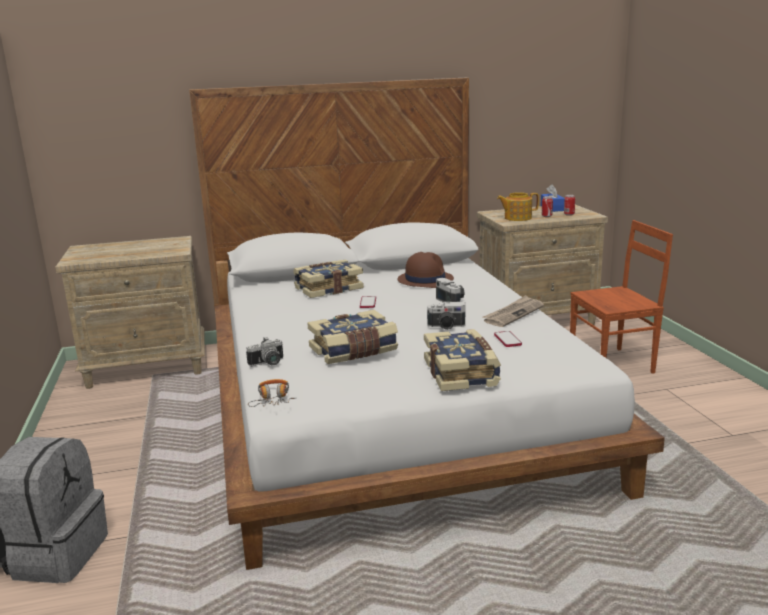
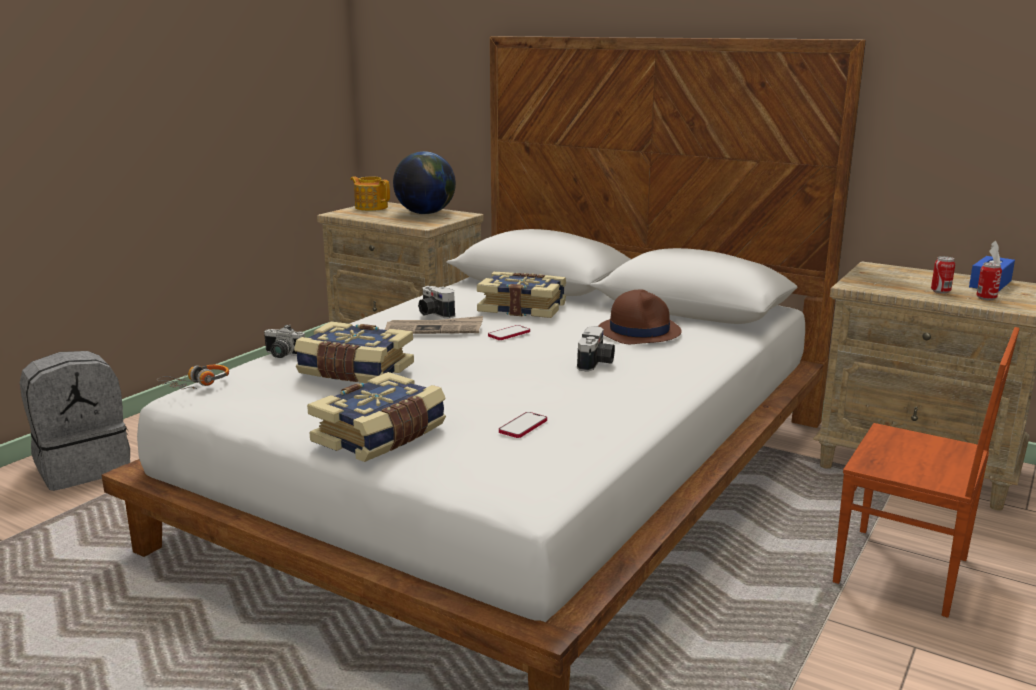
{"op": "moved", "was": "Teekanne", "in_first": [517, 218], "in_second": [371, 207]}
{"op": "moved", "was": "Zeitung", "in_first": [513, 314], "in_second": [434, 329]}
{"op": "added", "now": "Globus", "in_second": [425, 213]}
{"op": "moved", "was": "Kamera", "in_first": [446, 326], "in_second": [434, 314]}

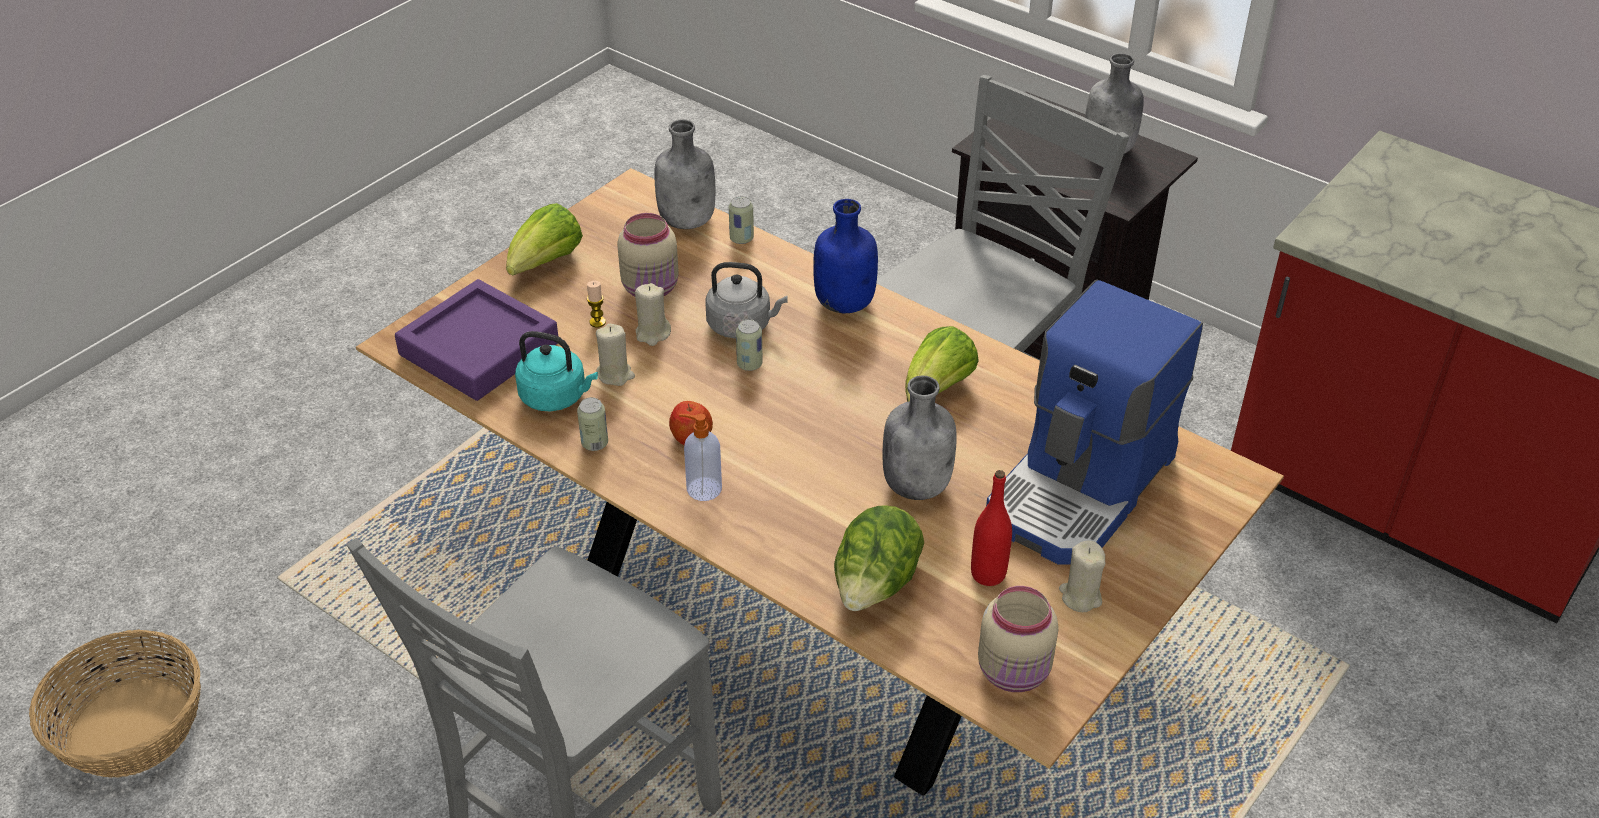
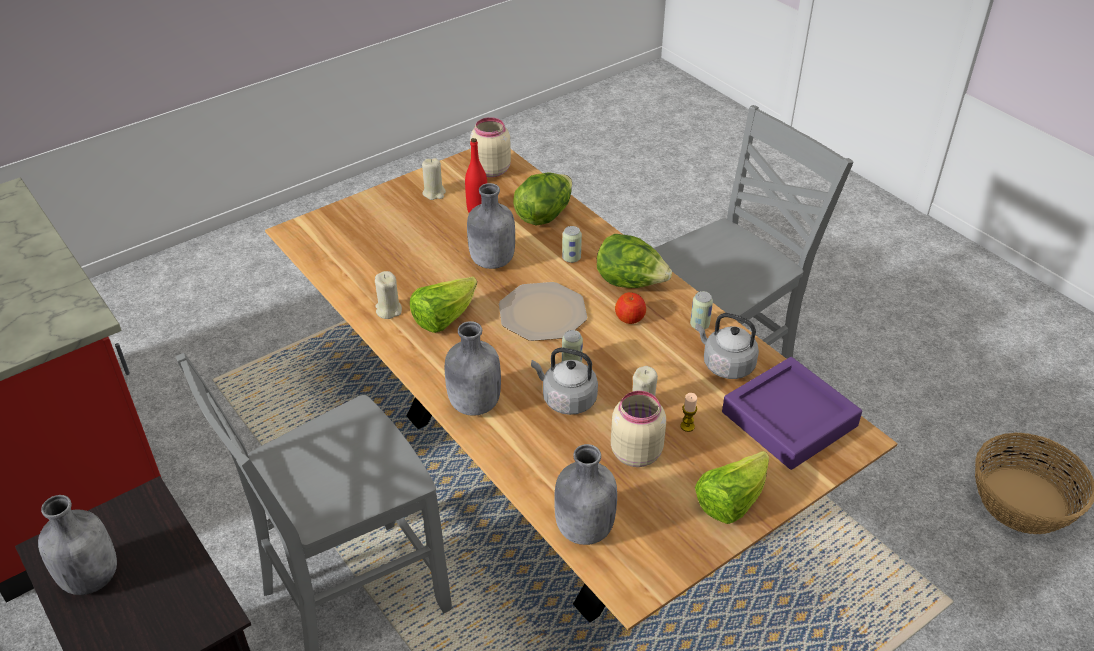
{"op": "moved", "was": "Kerze (beige)", "in_first": [615, 374], "in_second": [388, 310]}
{"op": "recoloured", "was": "Flasche (blau)", "now": "Flasche (grau)", "in_first": [845, 303], "in_second": [473, 404]}
{"op": "added", "now": "Teller", "in_second": [543, 313]}
{"op": "moved", "was": "Dose", "in_first": [741, 239], "in_second": [571, 258]}
{"op": "replaced", "was": "Seifenspender", "now": "Salatkopf", "in_first": [702, 488], "in_second": [630, 283]}
{"op": "recoloured", "was": "Wasserkessel (türkis)", "now": "Wasserkessel (grau)", "in_first": [556, 397], "in_second": [725, 365]}
{"op": "removed", "was": "Kaffeemaschine", "in_first": [1082, 489]}

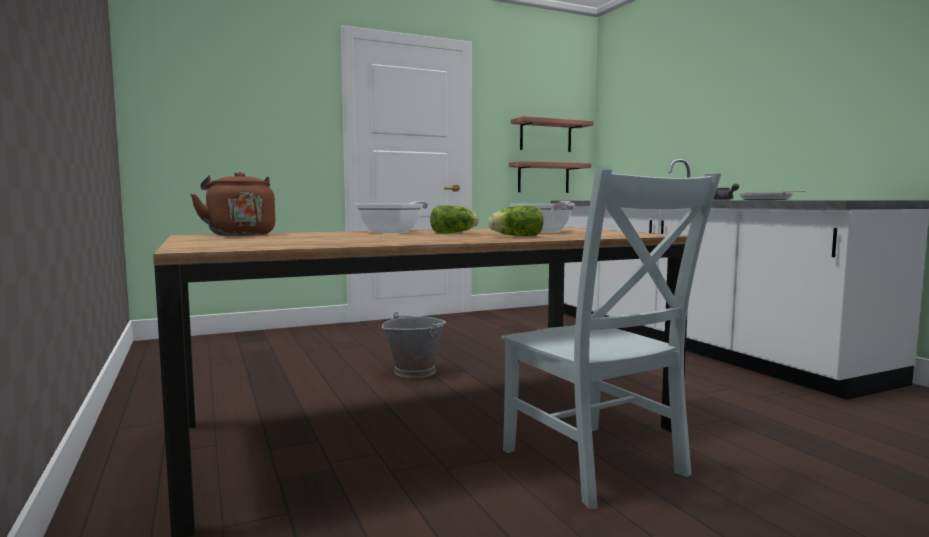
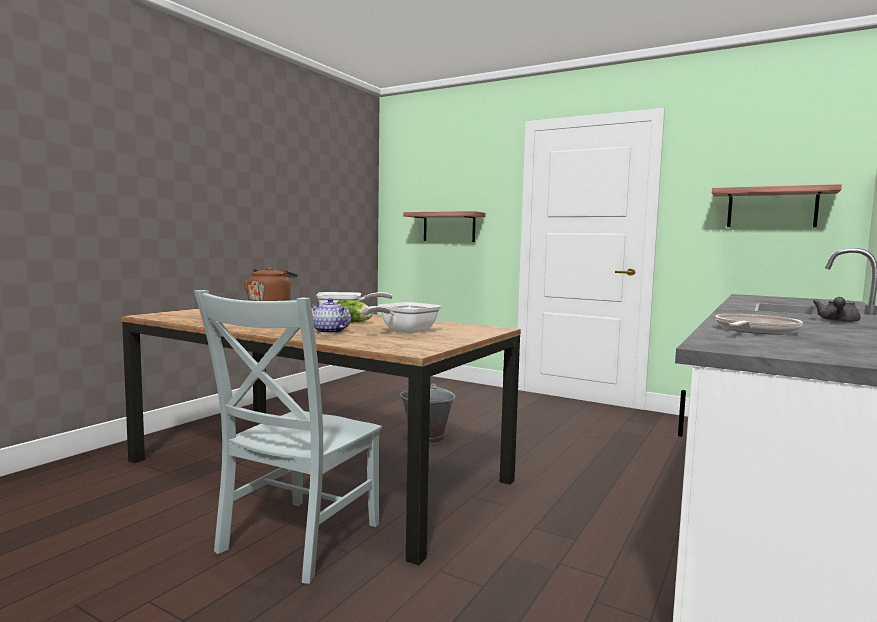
{"op": "replaced", "was": "Salatkopf", "now": "Teekanne", "in_first": [515, 236], "in_second": [330, 332]}
{"op": "moved", "was": "Wandregal", "in_first": [543, 178], "in_second": [449, 227]}

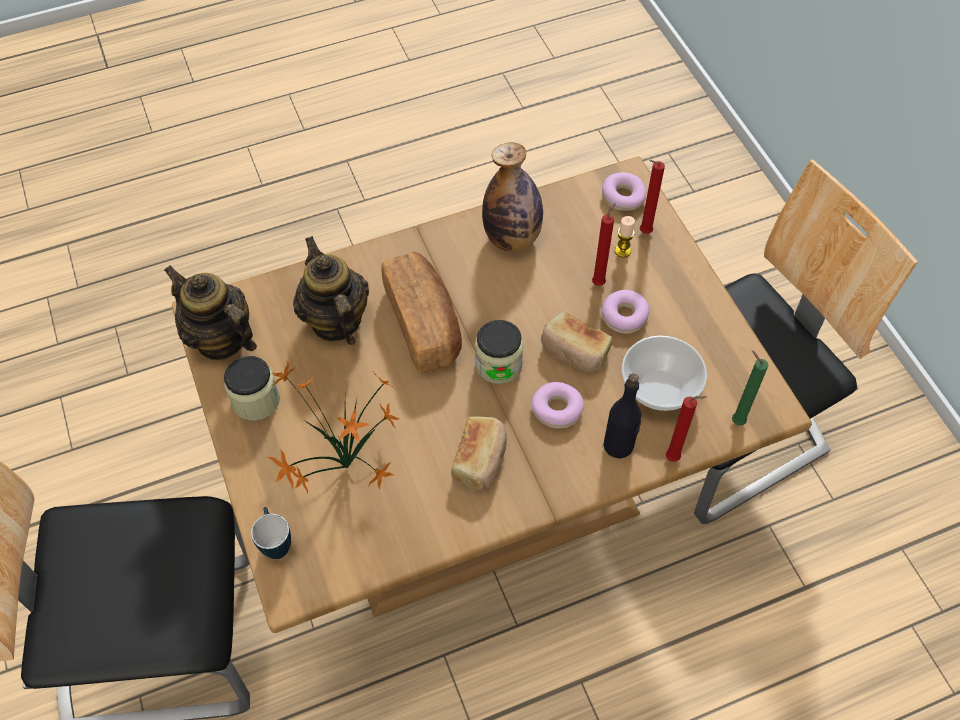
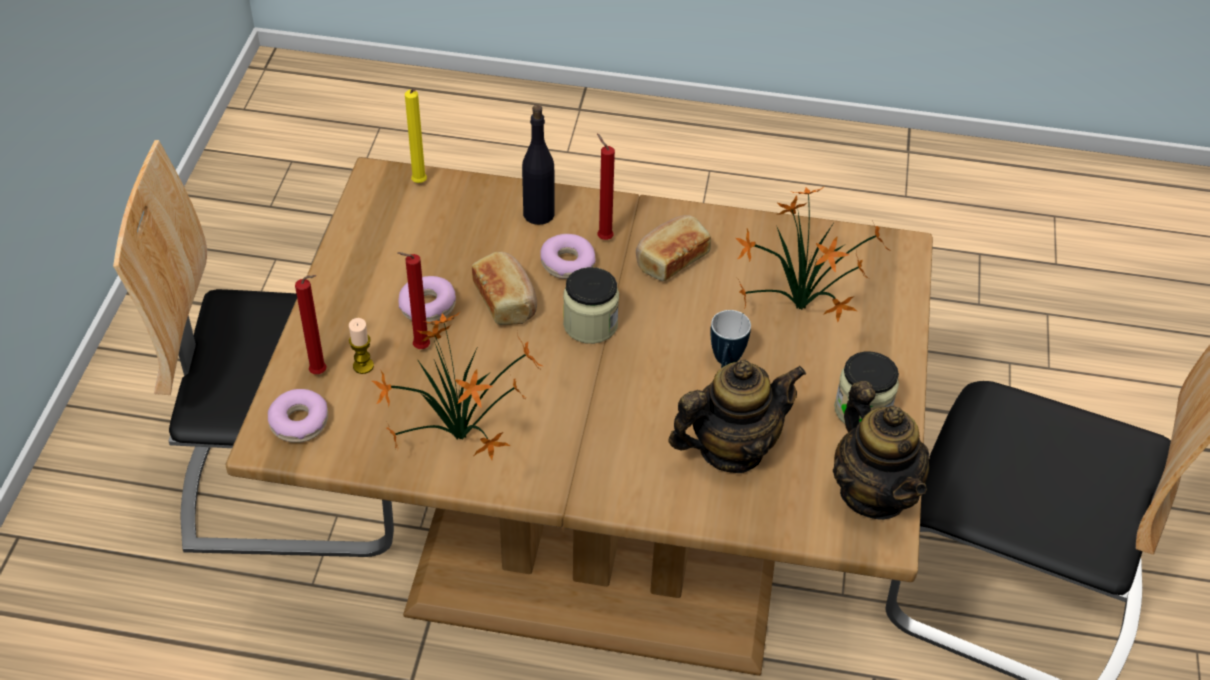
{"op": "replaced", "was": "Flasche", "now": "Topfpflanze", "in_first": [512, 238], "in_second": [466, 440]}
{"op": "recoloured", "was": "Kerze (grün)", "now": "Kerze (gelb)", "in_first": [735, 420], "in_second": [420, 184]}
{"op": "moved", "was": "Kerze (rot)", "in_first": [675, 458], "in_second": [603, 237]}
{"op": "turned", "was": "Teekanne", "in_first": [335, 321], "in_second": [731, 449], "clockwise": -120}
{"op": "moved", "was": "Henkelbecher", "in_first": [276, 542], "in_second": [725, 363]}
{"op": "removed", "was": "Brot", "in_first": [424, 323]}
{"op": "removed", "was": "Schüssel", "in_first": [660, 390]}

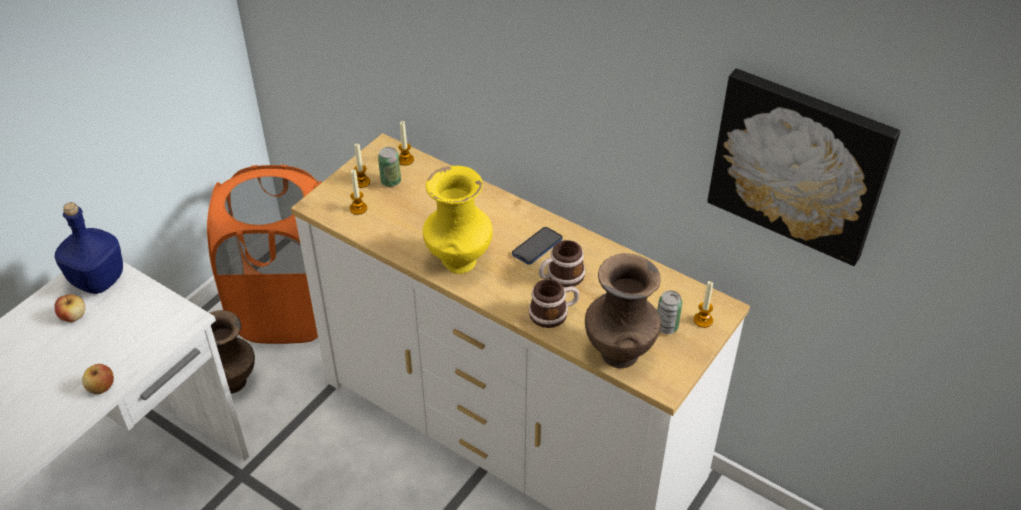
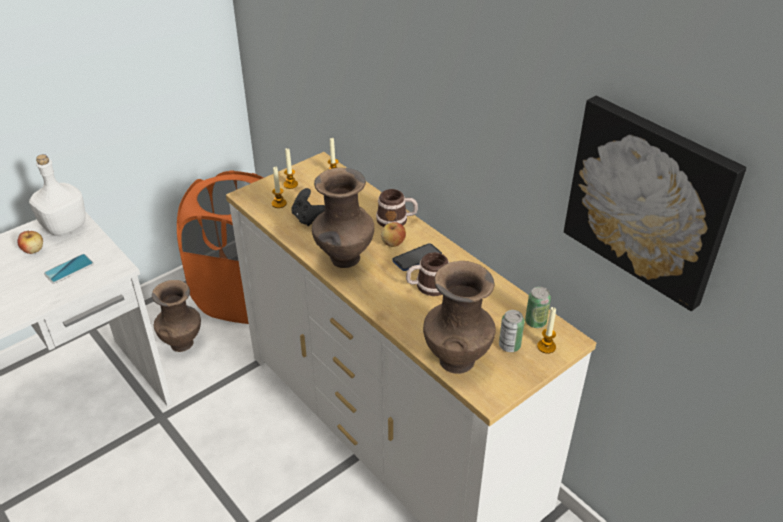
{"op": "recoloured", "was": "Flasche (blau)", "now": "Flasche (weiß)", "in_first": [97, 279], "in_second": [64, 226]}
{"op": "added", "now": "Handy", "in_second": [69, 269]}
{"op": "added", "now": "Gamepad (schwarz)", "in_second": [308, 218]}
{"op": "recoloured", "was": "Vase (gelb)", "now": "Vase (braun)", "in_first": [459, 263], "in_second": [344, 259]}
{"op": "moved", "was": "Henkelbecher", "in_first": [553, 313], "in_second": [396, 220]}
{"op": "moved", "was": "Apfel", "in_first": [101, 387], "in_second": [393, 243]}
{"op": "moved", "was": "Dose", "in_first": [391, 181], "in_second": [535, 322]}

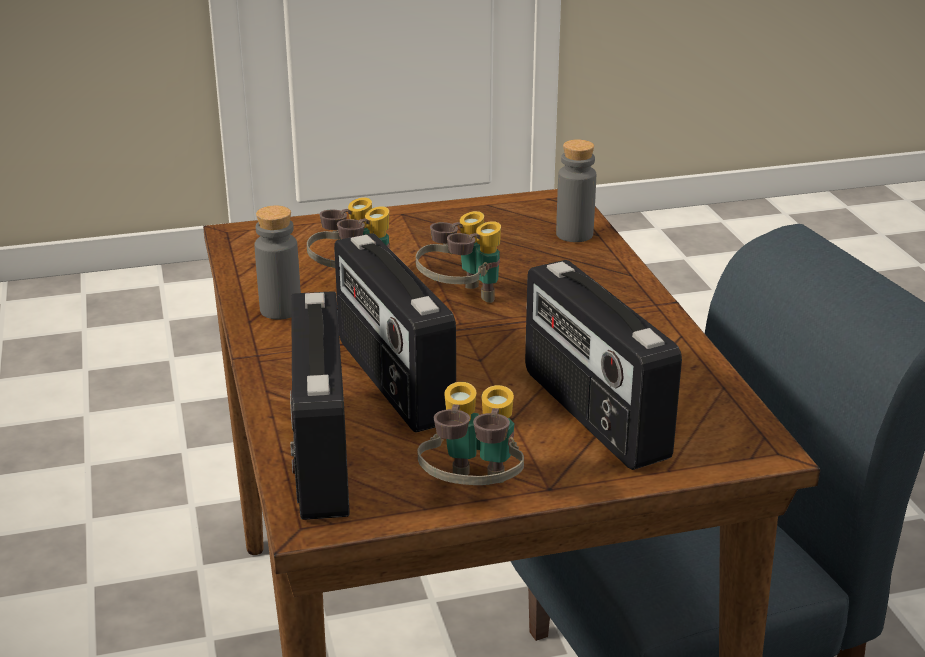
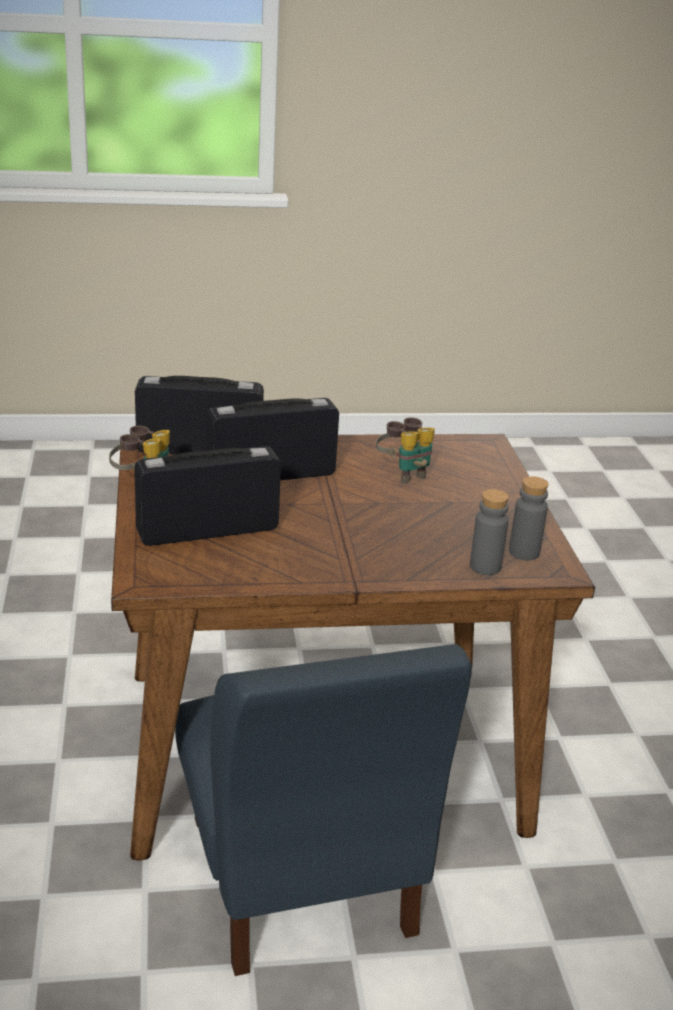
{"op": "moved", "was": "Flasche (grau)", "in_first": [280, 310], "in_second": [524, 552]}
{"op": "removed", "was": "Fernglas", "in_first": [461, 300]}

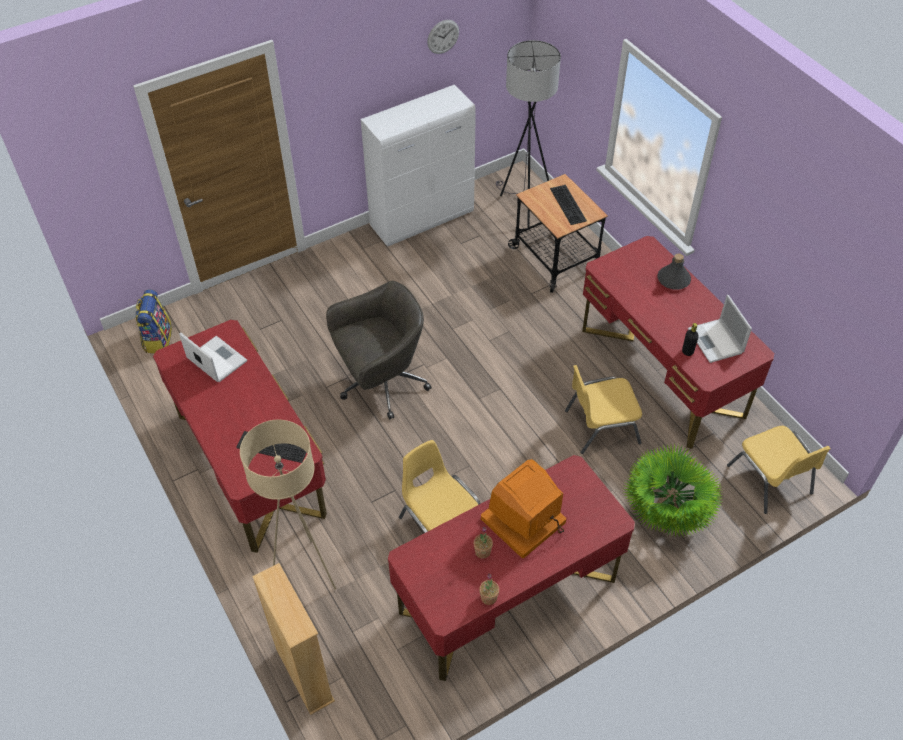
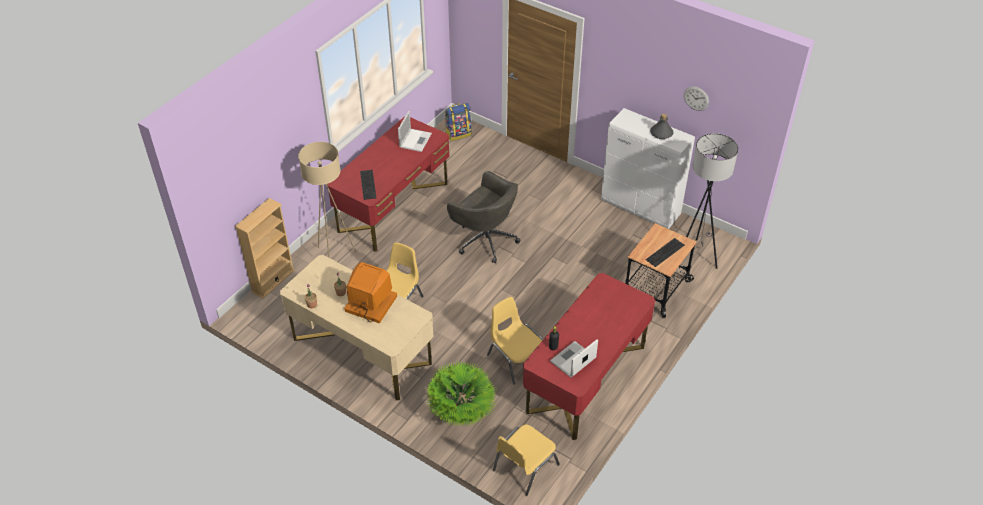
{"op": "recoloured", "was": "Schreibtisch (rot)", "now": "Schreibtisch (beige)", "in_first": [508, 595], "in_second": [362, 351]}
{"op": "moved", "was": "Flasche (grau)", "in_first": [673, 280], "in_second": [661, 133]}

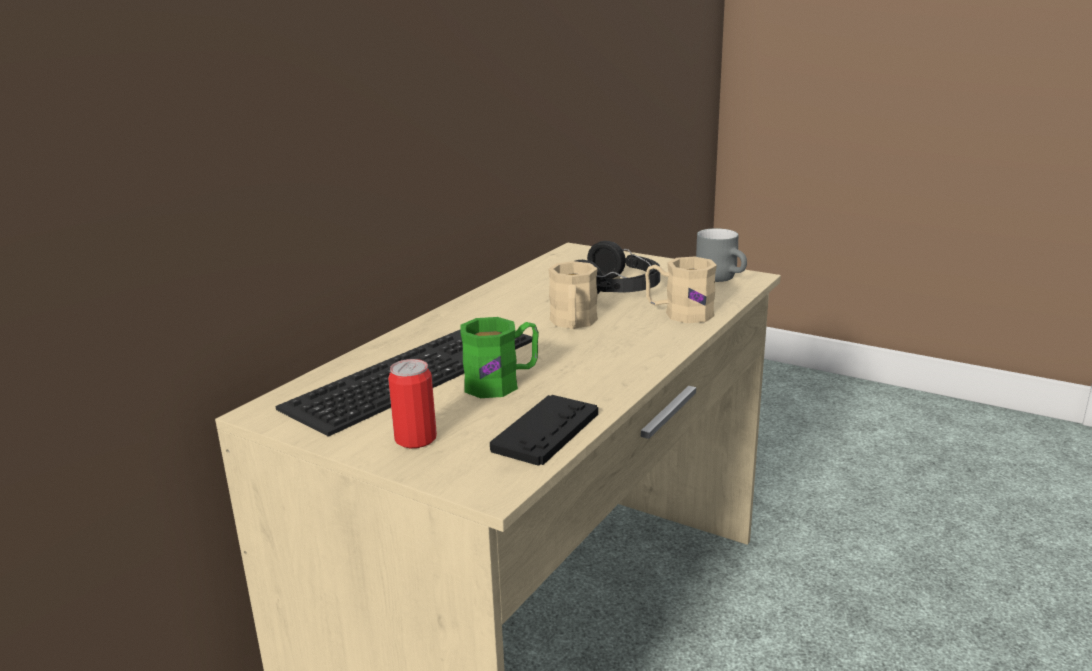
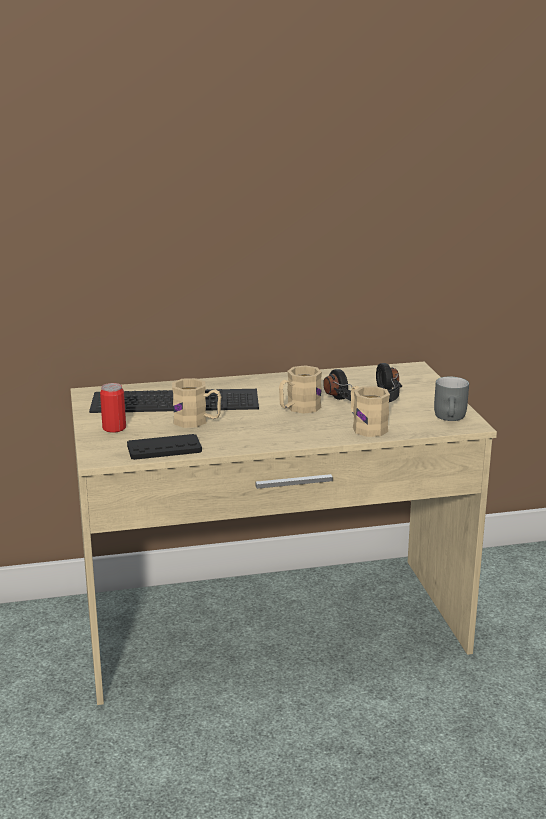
{"op": "recoloured", "was": "Henkelbecher (grün)", "now": "Henkelbecher (beige)", "in_first": [502, 383], "in_second": [197, 421]}

